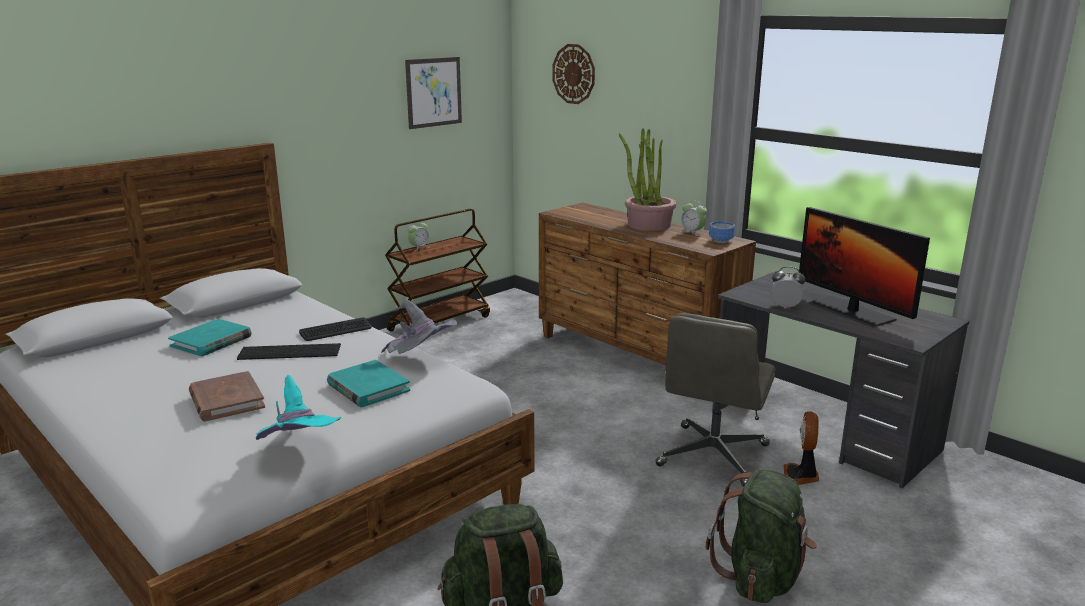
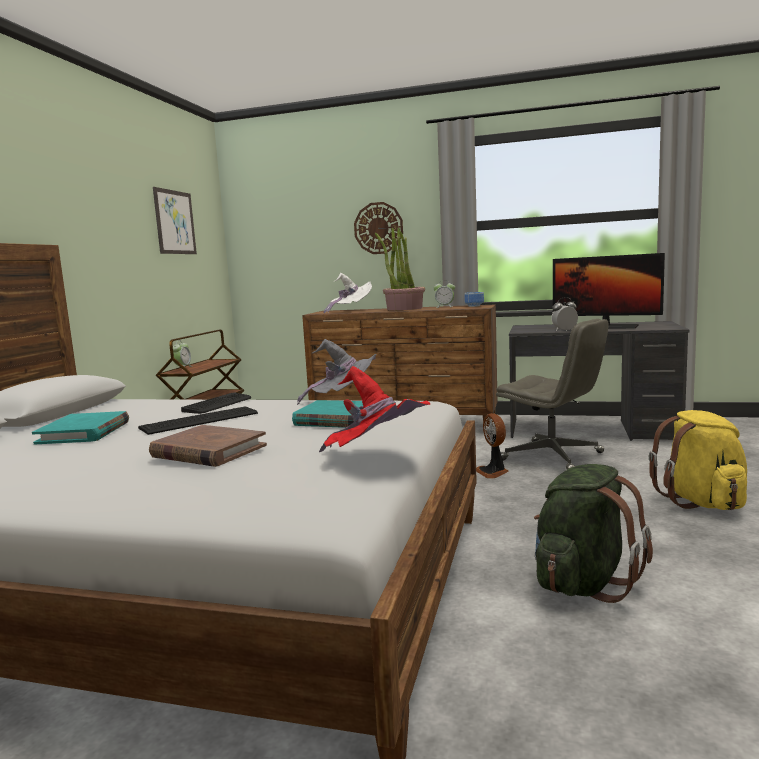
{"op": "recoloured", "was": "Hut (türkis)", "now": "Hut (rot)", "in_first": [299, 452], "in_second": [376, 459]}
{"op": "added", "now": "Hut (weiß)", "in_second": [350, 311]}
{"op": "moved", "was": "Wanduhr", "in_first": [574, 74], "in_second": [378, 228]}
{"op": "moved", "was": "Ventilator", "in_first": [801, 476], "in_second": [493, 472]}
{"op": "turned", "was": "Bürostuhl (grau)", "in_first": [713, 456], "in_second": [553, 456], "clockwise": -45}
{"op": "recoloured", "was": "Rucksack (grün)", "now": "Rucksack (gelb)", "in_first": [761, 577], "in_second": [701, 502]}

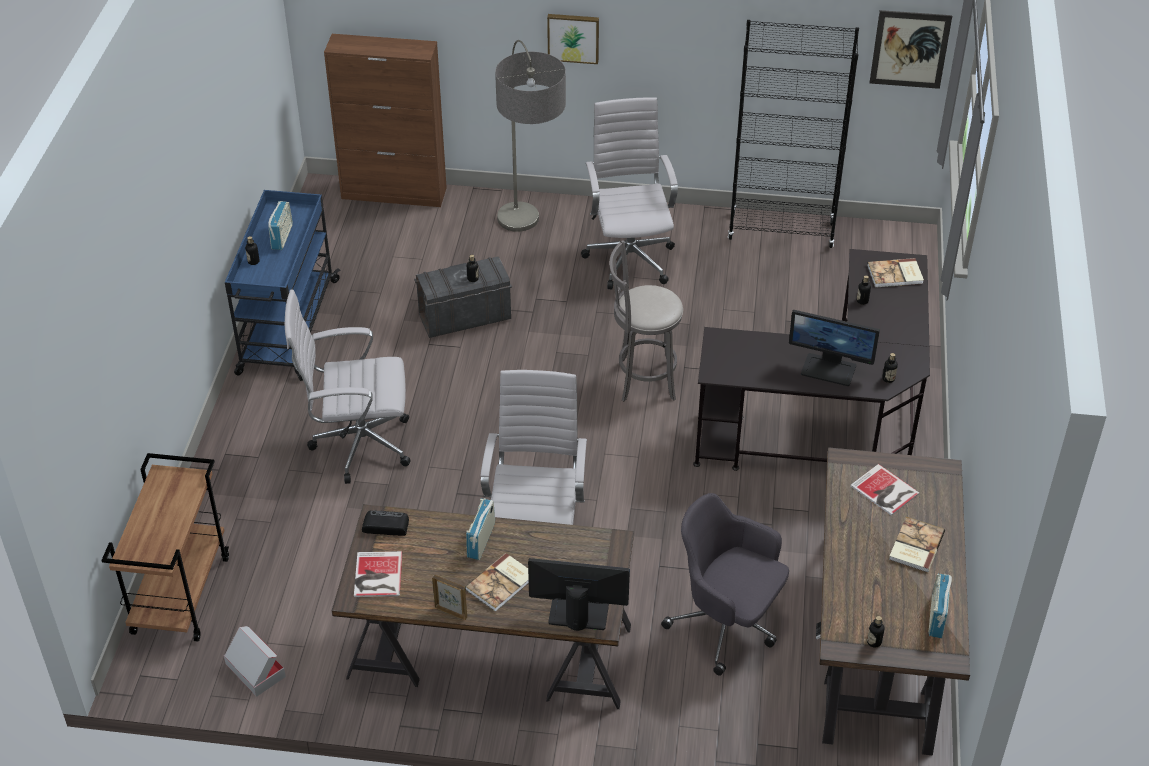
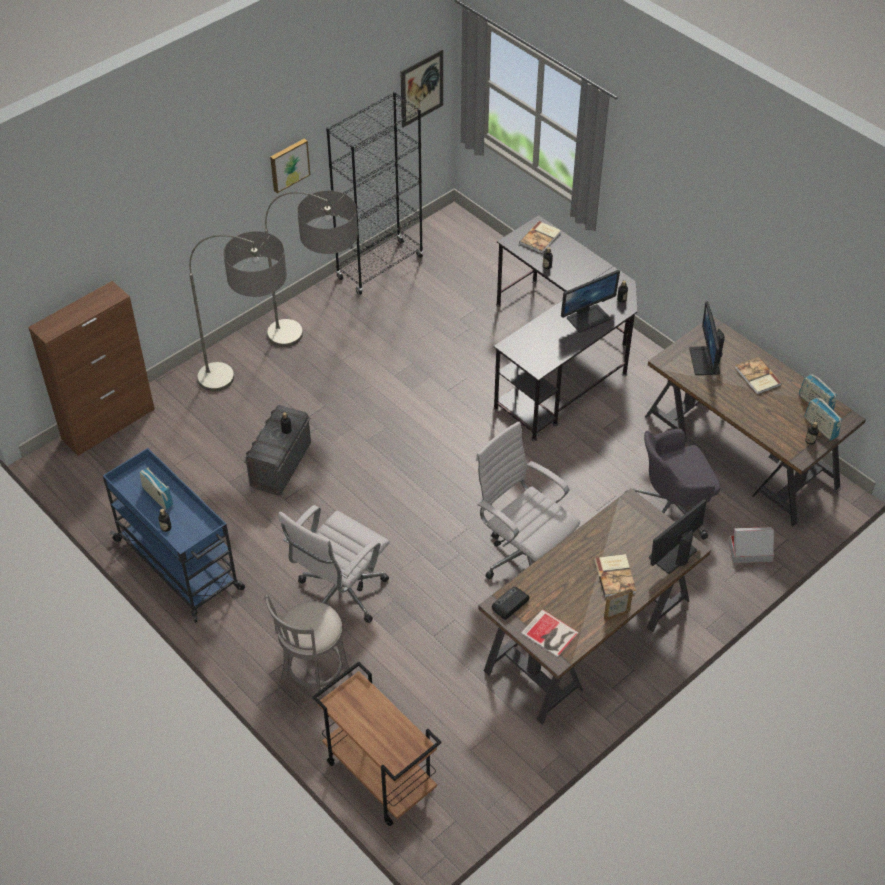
{"op": "replaced", "was": "Bürostuhl (weiß)", "now": "Stehlampe", "in_first": [629, 258], "in_second": [320, 350]}
{"op": "moved", "was": "Hocker (grau)", "in_first": [642, 380], "in_second": [314, 680]}
{"op": "moved", "was": "Bild", "in_first": [573, 37], "in_second": [289, 164]}
{"op": "replaced", "was": "Buch", "now": "Monitor", "in_first": [885, 491], "in_second": [705, 361]}
{"op": "moved", "was": "Karton", "in_first": [255, 670], "in_second": [750, 552]}
{"op": "moved", "was": "Radio", "in_first": [481, 540], "in_second": [820, 427]}

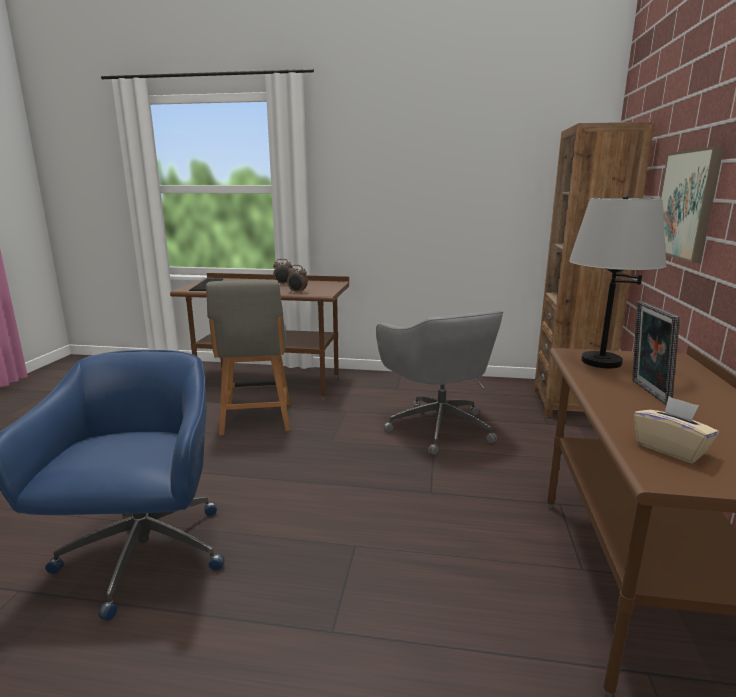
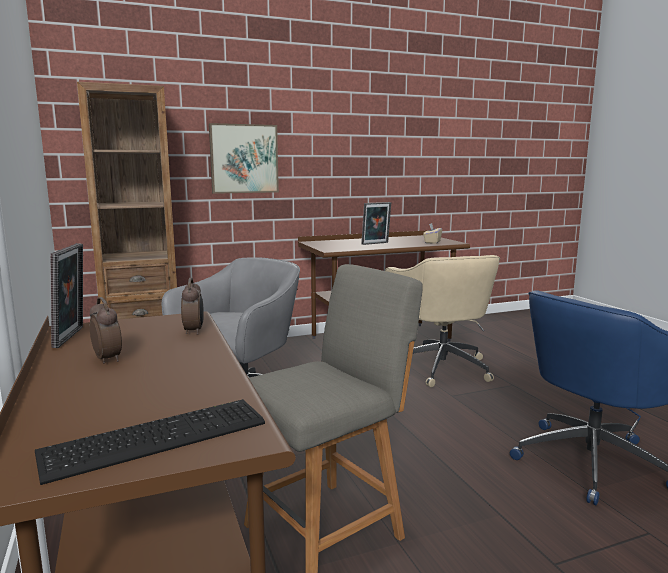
{"op": "added", "now": "Bilderrahmen", "in_second": [73, 337]}
{"op": "added", "now": "Bürostuhl (beige)", "in_second": [440, 367]}
{"op": "removed", "was": "Tischlampe (grau)", "in_first": [600, 362]}

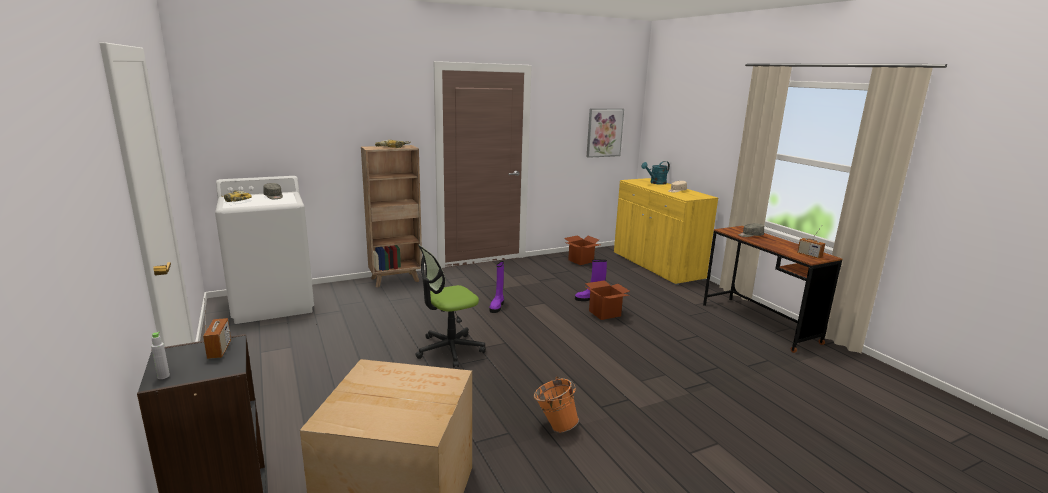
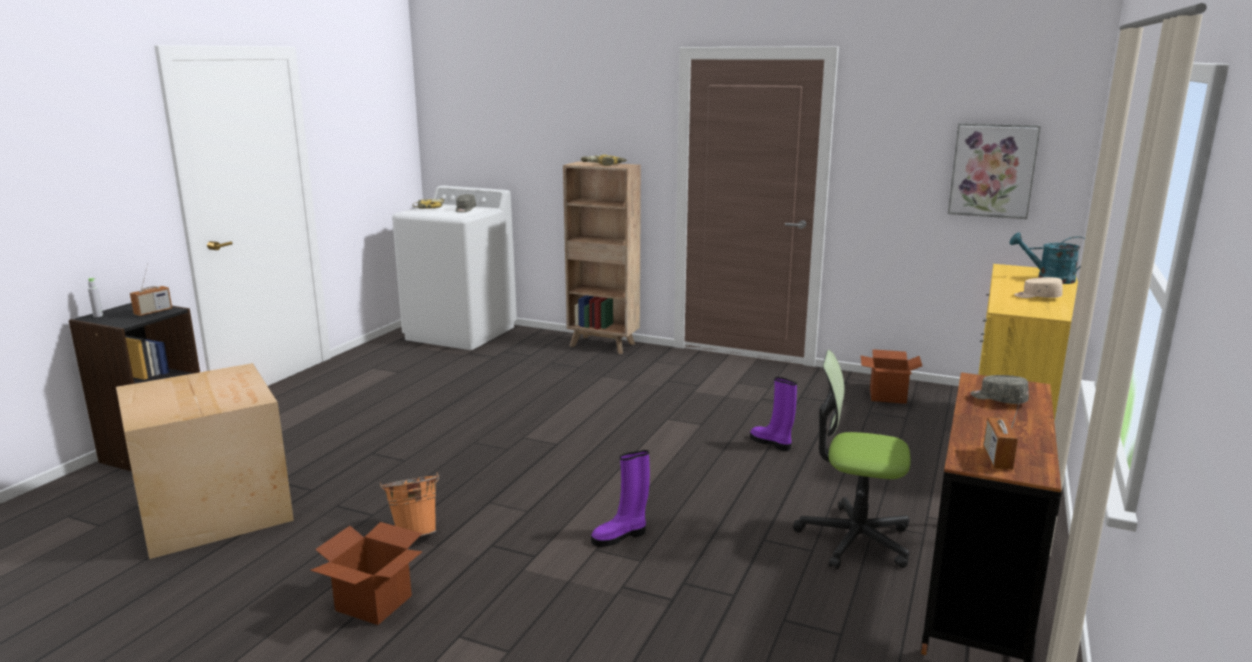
{"op": "moved", "was": "Karton", "in_first": [604, 313], "in_second": [373, 603]}
{"op": "moved", "was": "Stiefel (lila)", "in_first": [497, 306], "in_second": [620, 536]}
{"op": "moved", "was": "Bürostuhl", "in_first": [449, 349], "in_second": [854, 539]}

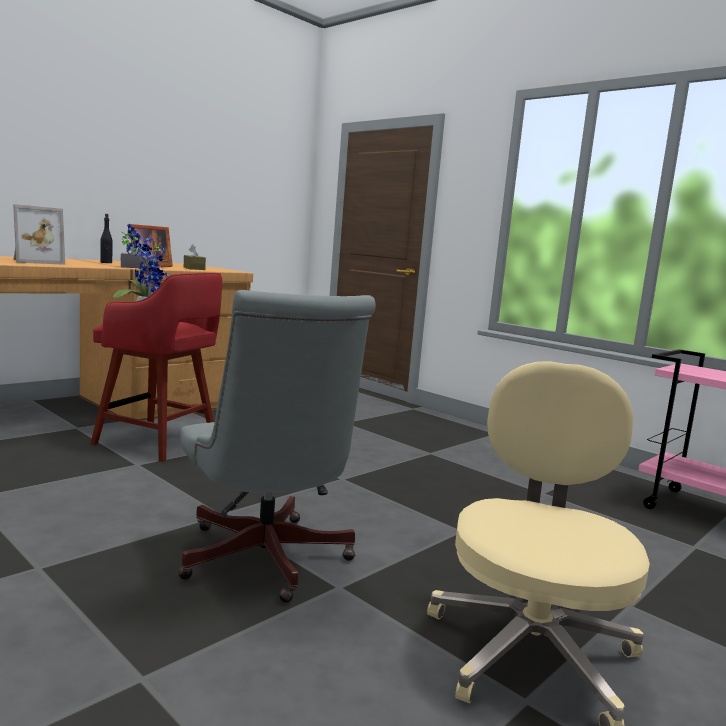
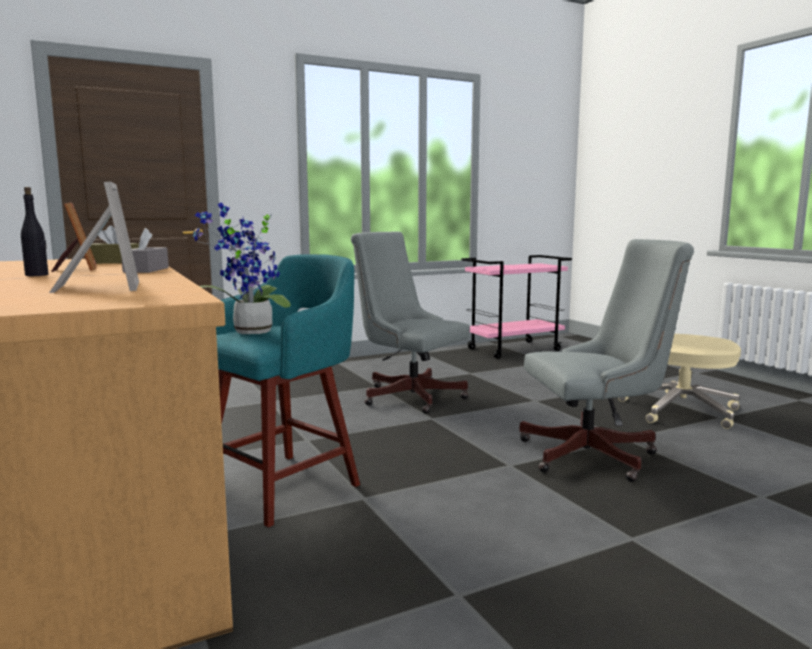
{"op": "recoloured", "was": "Hocker (rot)", "now": "Hocker (türkis)", "in_first": [159, 442], "in_second": [285, 486]}
{"op": "added", "now": "Bürostuhl (grau)", "in_second": [408, 395]}

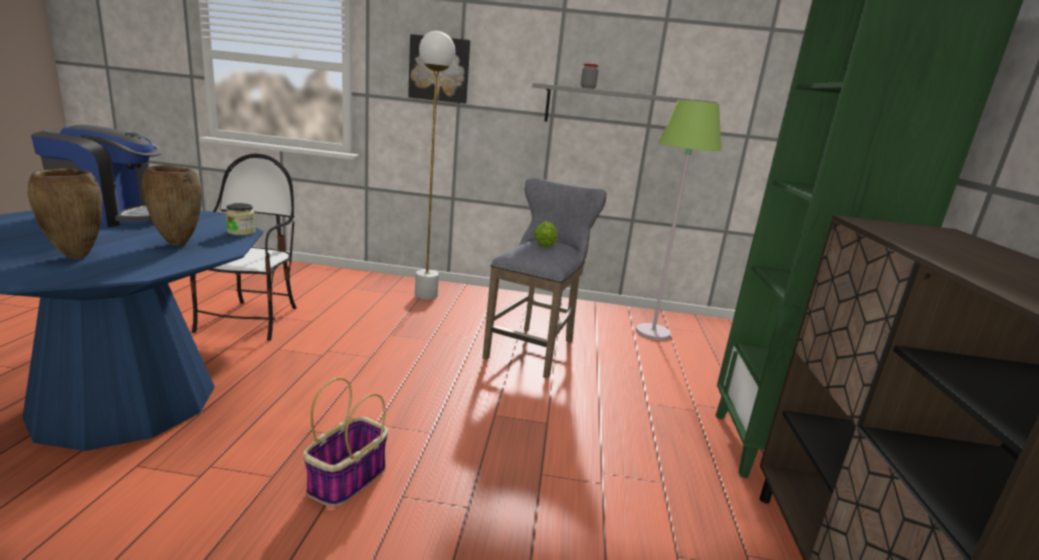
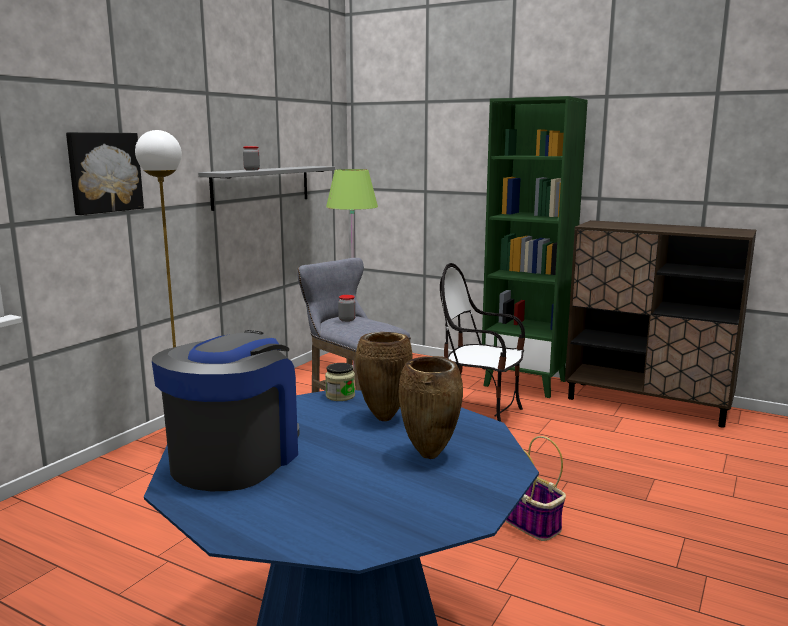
{"op": "replaced", "was": "Salatkopf", "now": "Vorratsglas", "in_first": [544, 244], "in_second": [347, 320]}
{"op": "moved", "was": "Stuhl", "in_first": [251, 321], "in_second": [479, 415]}

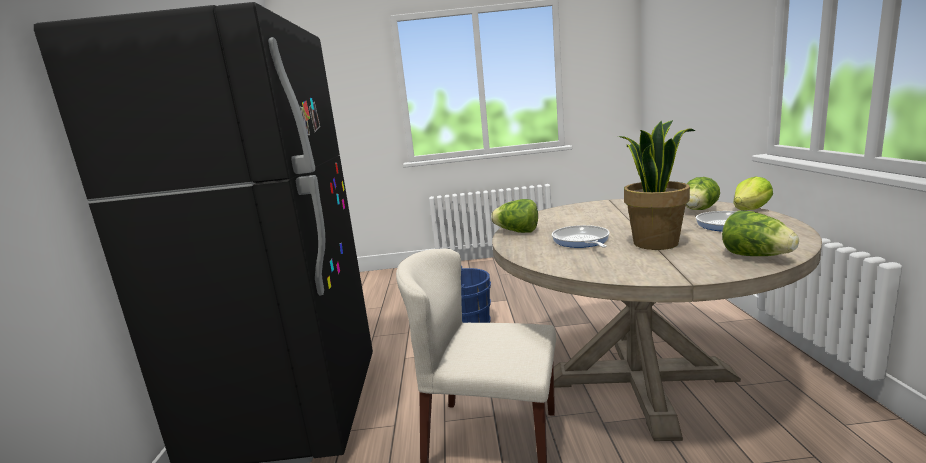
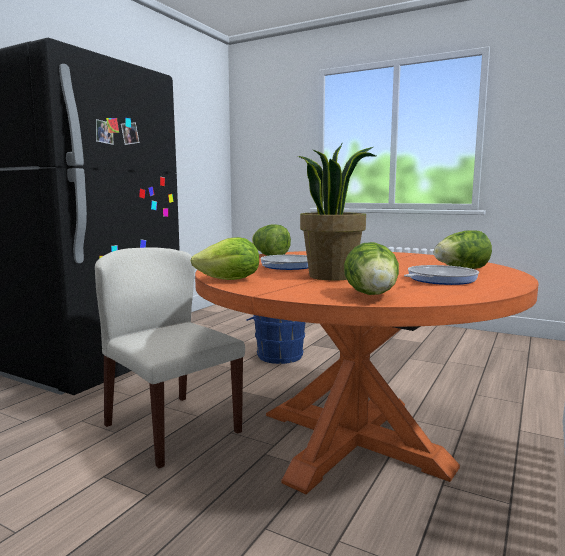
{"op": "moved", "was": "Salatkopf", "in_first": [751, 210], "in_second": [230, 280]}
{"op": "recoloured", "was": "Esstisch (beige)", "now": "Esstisch (orange)", "in_first": [639, 378], "in_second": [352, 439]}

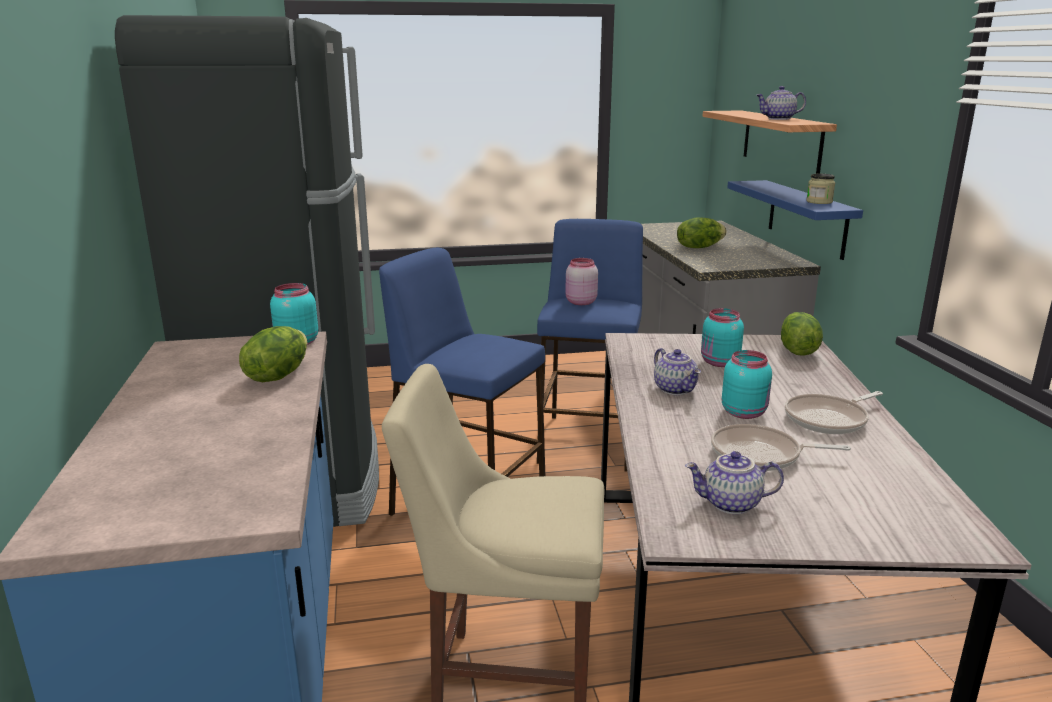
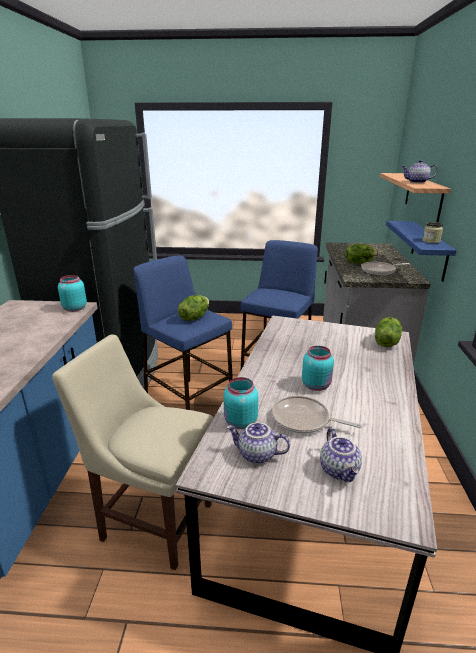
{"op": "moved", "was": "Salatkopf", "in_first": [277, 375], "in_second": [194, 317]}
{"op": "moved", "was": "Vorratsglas (türkis)", "in_first": [719, 363], "in_second": [239, 422]}
{"op": "moved", "was": "Teekanne", "in_first": [676, 389], "in_second": [340, 470]}
{"op": "moved", "was": "Pfanne", "in_first": [829, 419], "in_second": [380, 271]}
{"op": "removed", "was": "Vorratsglas (rosa)", "in_first": [580, 302]}

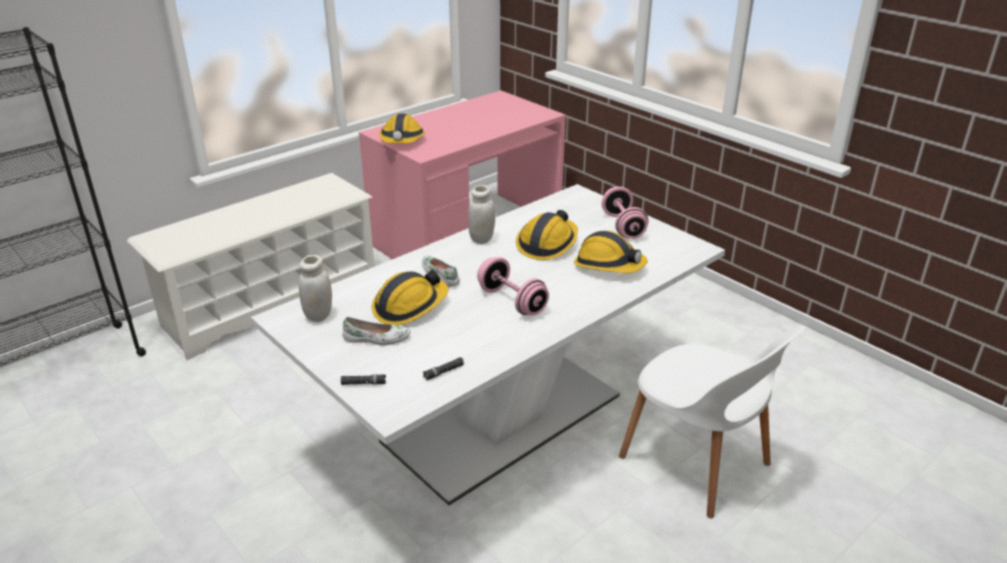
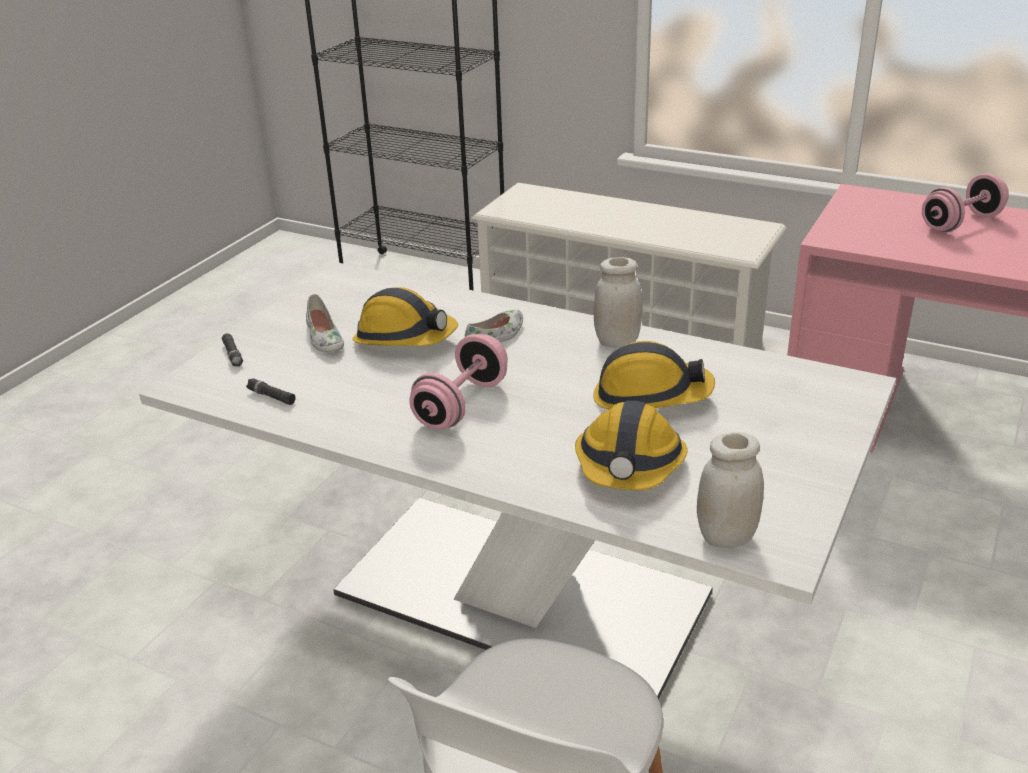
{"op": "moved", "was": "Vorratsglas (weiß)", "in_first": [319, 315], "in_second": [726, 537]}
{"op": "moved", "was": "Hantel (rosa)", "in_first": [623, 226], "in_second": [961, 223]}
{"op": "removed", "was": "Schutzhelm", "in_first": [402, 141]}

